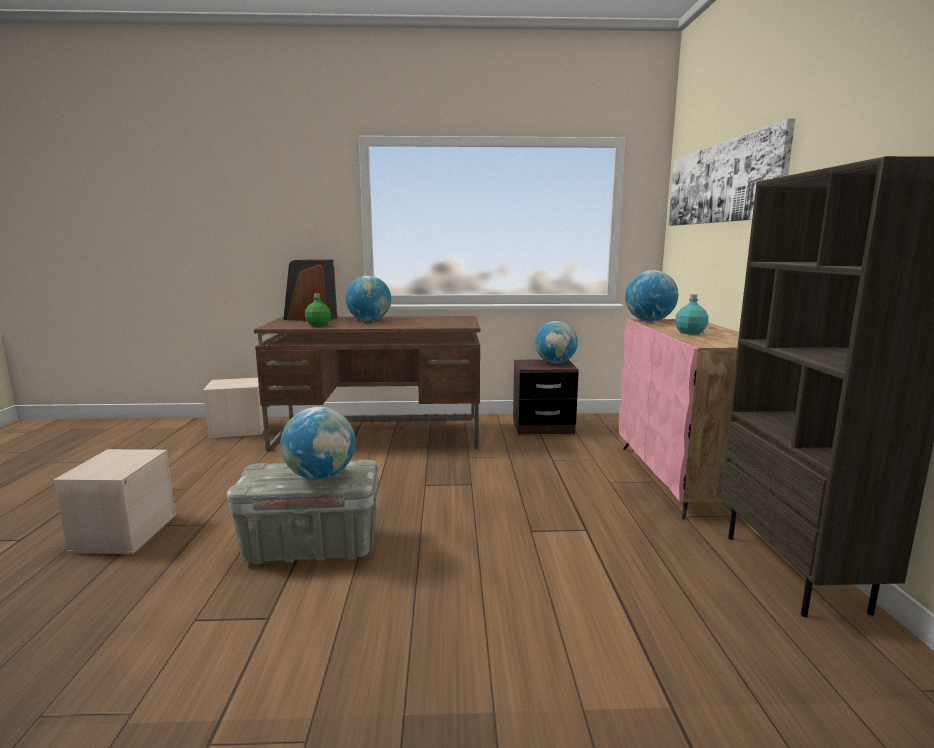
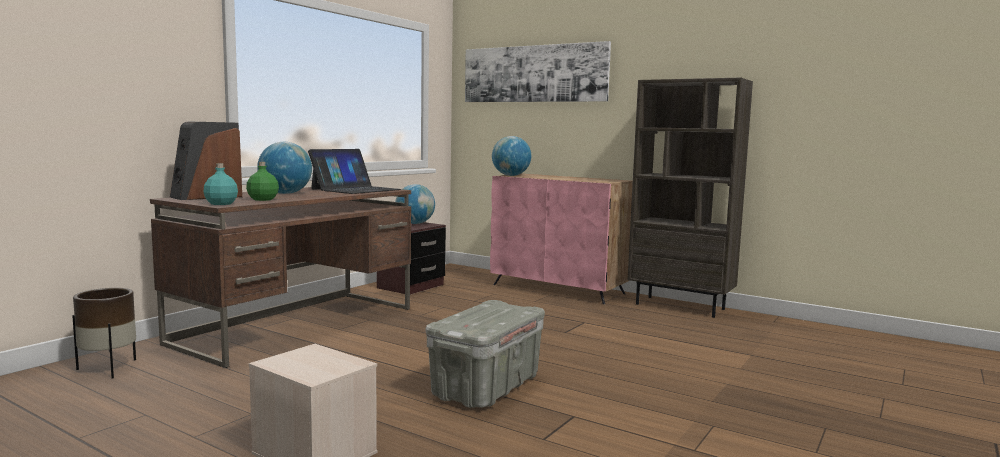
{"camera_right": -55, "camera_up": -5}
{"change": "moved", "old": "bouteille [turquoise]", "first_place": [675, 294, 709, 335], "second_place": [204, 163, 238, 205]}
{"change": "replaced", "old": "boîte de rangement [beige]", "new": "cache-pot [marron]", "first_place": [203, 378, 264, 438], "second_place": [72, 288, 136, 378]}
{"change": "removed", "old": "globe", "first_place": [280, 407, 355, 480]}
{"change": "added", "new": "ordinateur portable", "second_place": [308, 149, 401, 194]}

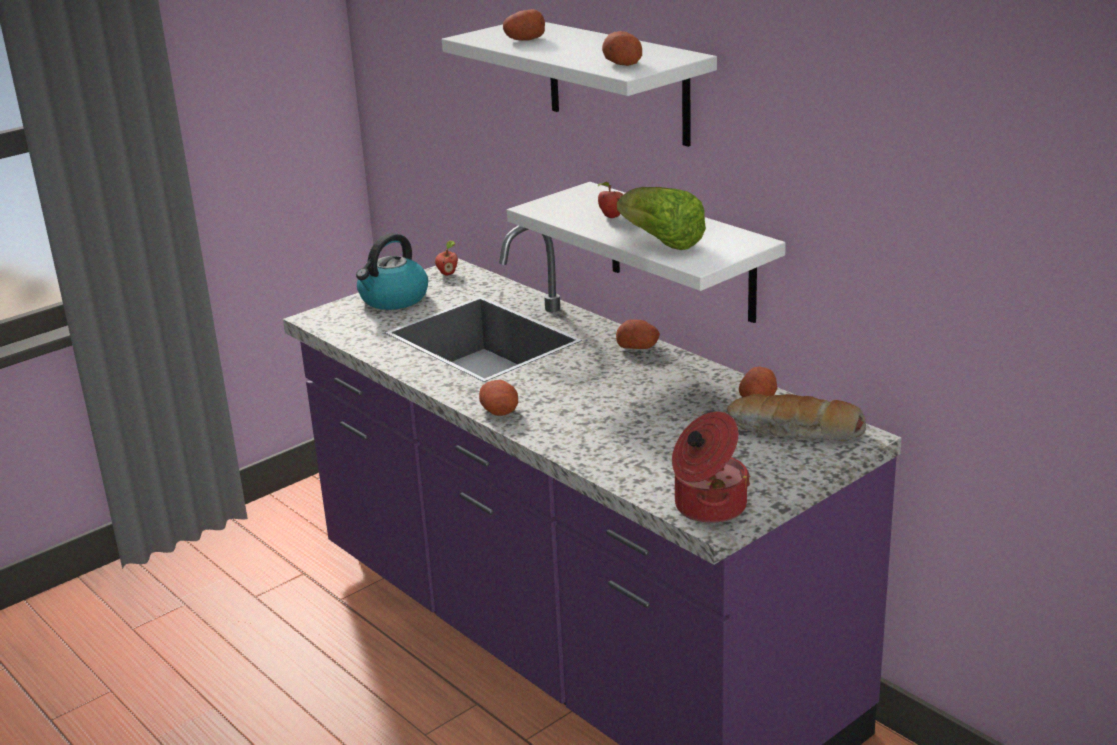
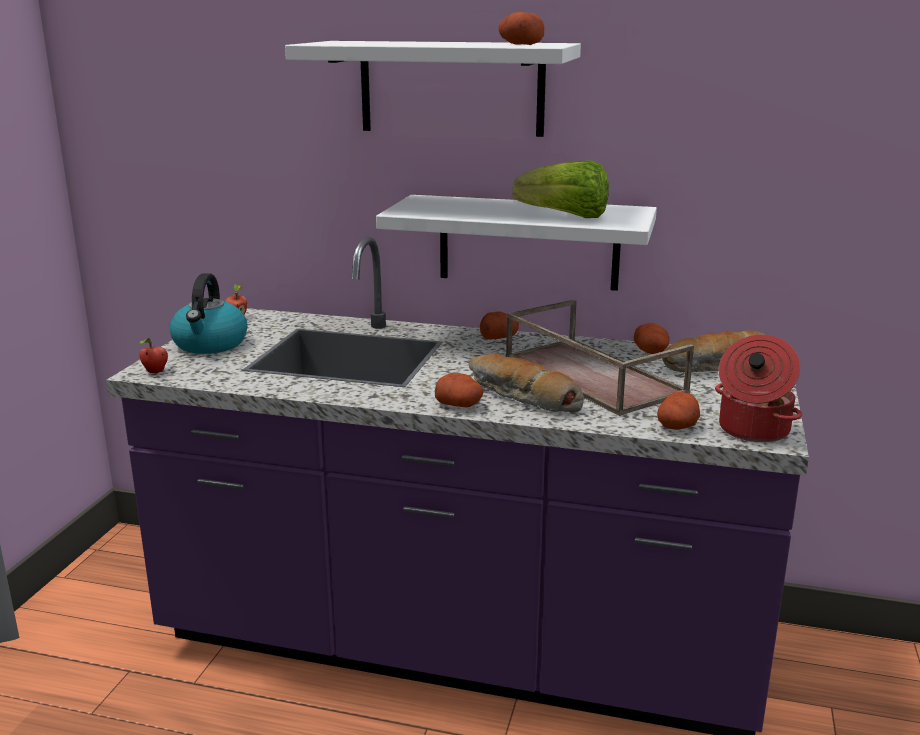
{"camera_right": -35, "camera_up": -5}
{"change": "moved", "old": "pomme de terre", "first_place": [503, 9, 545, 41], "second_place": [657, 391, 700, 430]}
{"change": "moved", "old": "pomme", "first_place": [598, 182, 623, 218], "second_place": [139, 338, 168, 374]}
{"change": "added", "new": "plateau [marron]", "second_place": [505, 300, 694, 416]}
{"change": "added", "new": "pain", "second_place": [469, 353, 584, 412]}

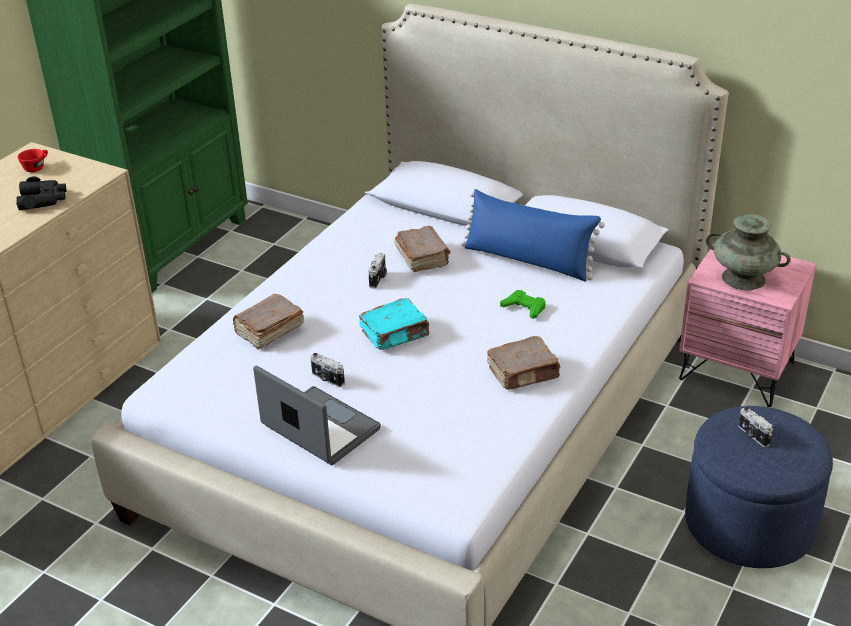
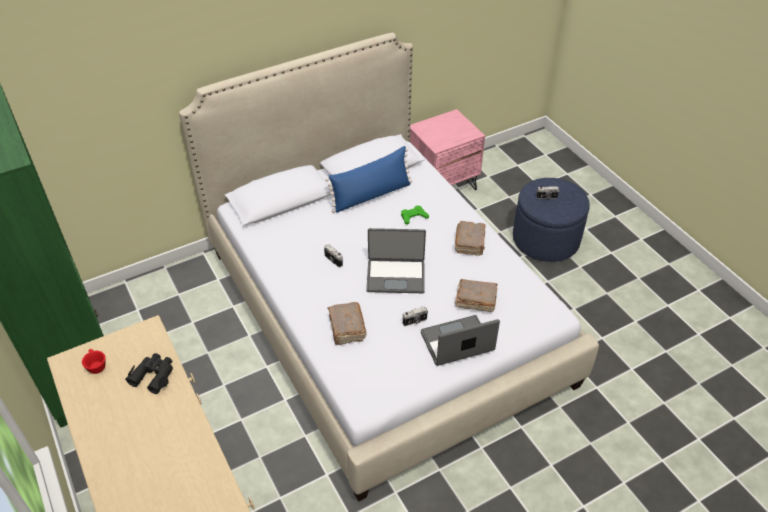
{"camera_right": -60, "camera_up": 10}
{"change": "removed", "old": "vase [turquoise]", "first_place": [706, 214, 791, 290]}
{"change": "moved", "old": "livre [marron]", "first_place": [394, 226, 451, 272], "second_place": [455, 279, 498, 312]}
{"change": "replaced", "old": "livre [turquoise]", "new": "ordinateur portable", "first_place": [359, 298, 430, 350], "second_place": [366, 228, 426, 293]}

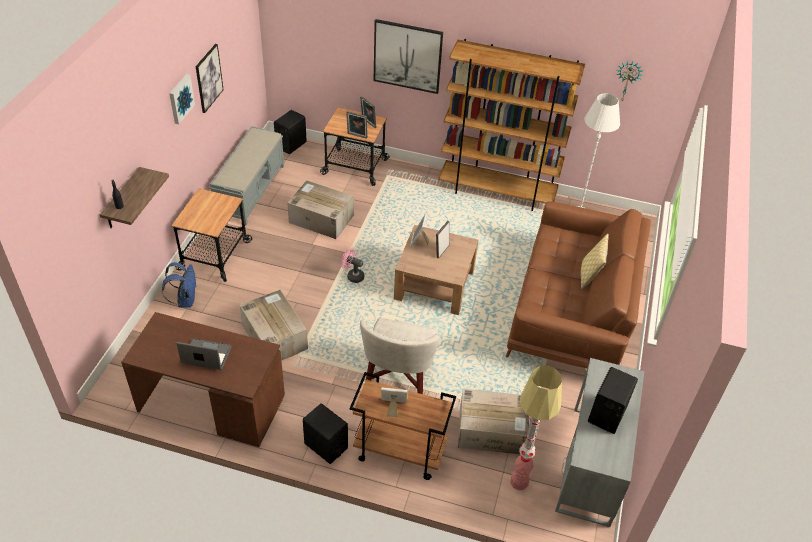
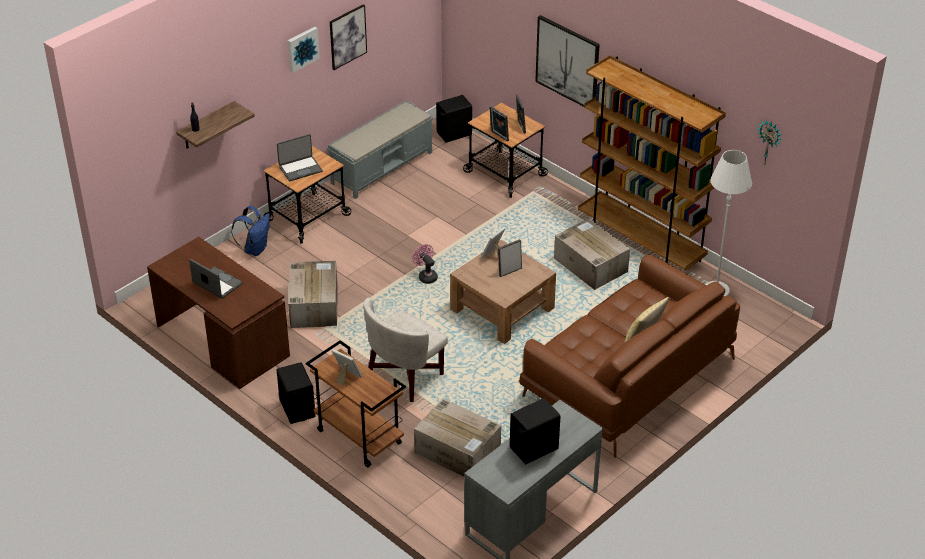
{"camera_right": 30, "camera_up": -5}
{"change": "moved", "old": "carton", "first_place": [287, 180, 354, 239], "second_place": [554, 218, 630, 290]}
{"change": "removed", "old": "lampadaire", "first_place": [510, 365, 562, 490]}
{"change": "added", "new": "ordinateur portable", "second_place": [277, 134, 323, 181]}

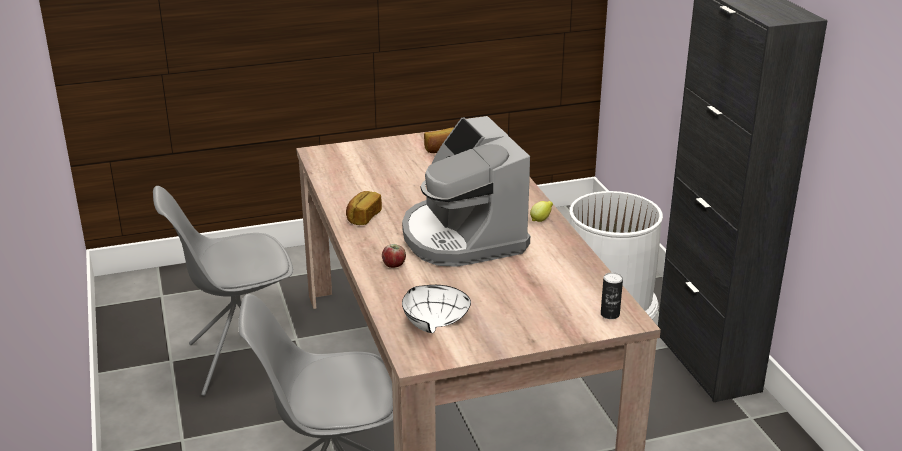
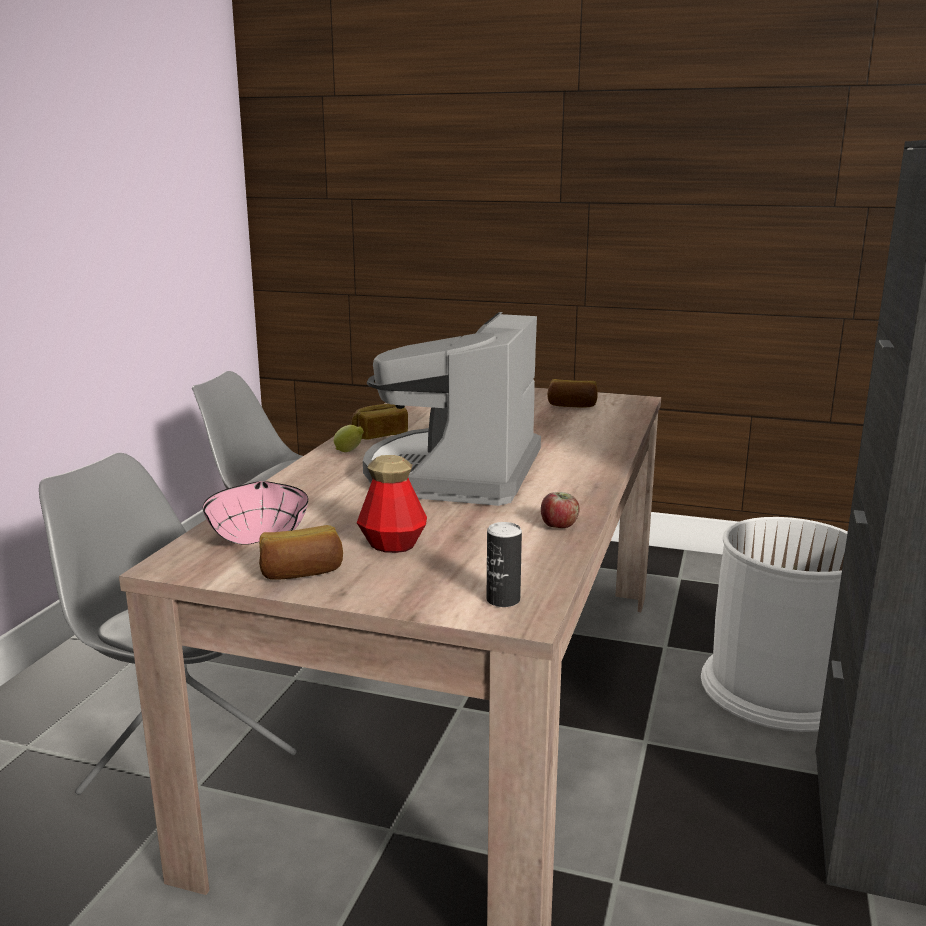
{"camera_right": 35, "camera_up": -10}
{"change": "moved", "old": "citron", "first_place": [530, 201, 553, 222], "second_place": [334, 425, 364, 452]}
{"change": "moved", "old": "pomme", "first_place": [382, 244, 406, 268], "second_place": [541, 492, 580, 528]}
{"change": "recoloured", "old": "bol [blanc]", "new": "bol [rose]", "first_place": [402, 285, 471, 333], "second_place": [203, 481, 308, 545]}
{"change": "added", "new": "bouteille", "second_place": [357, 455, 427, 553]}
{"change": "added", "new": "pain", "second_place": [259, 525, 343, 579]}

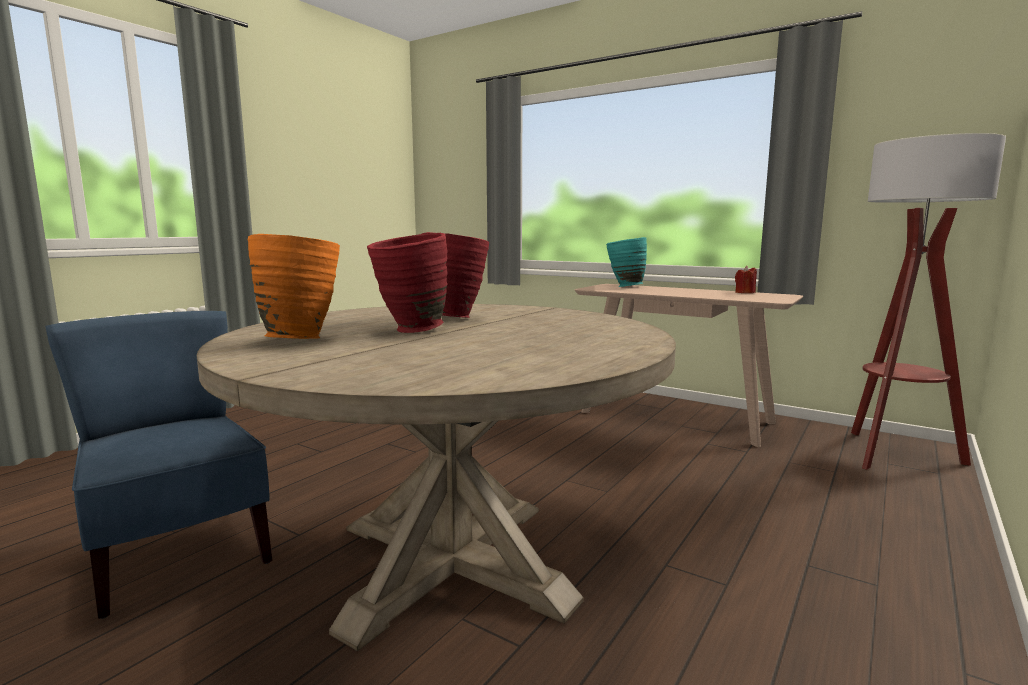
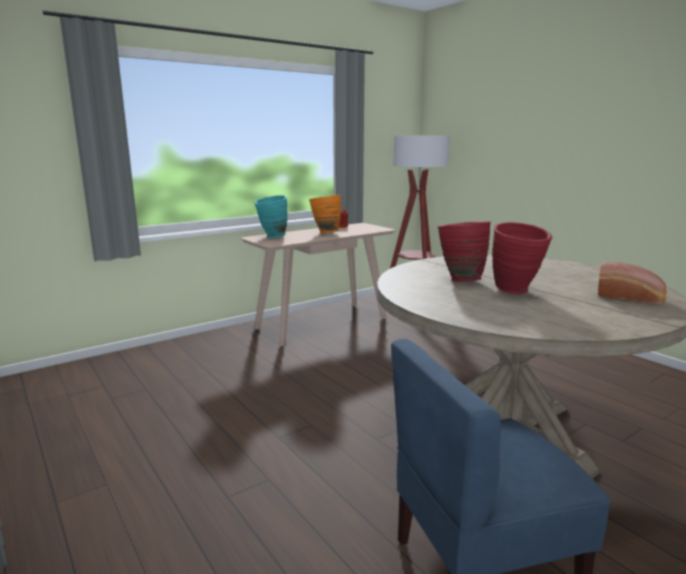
{"camera_right": -70, "camera_up": 5}
{"change": "moved", "old": "vase [orange]", "first_place": [248, 234, 340, 339], "second_place": [309, 195, 341, 233]}
{"change": "added", "new": "pain", "second_place": [598, 262, 667, 304]}

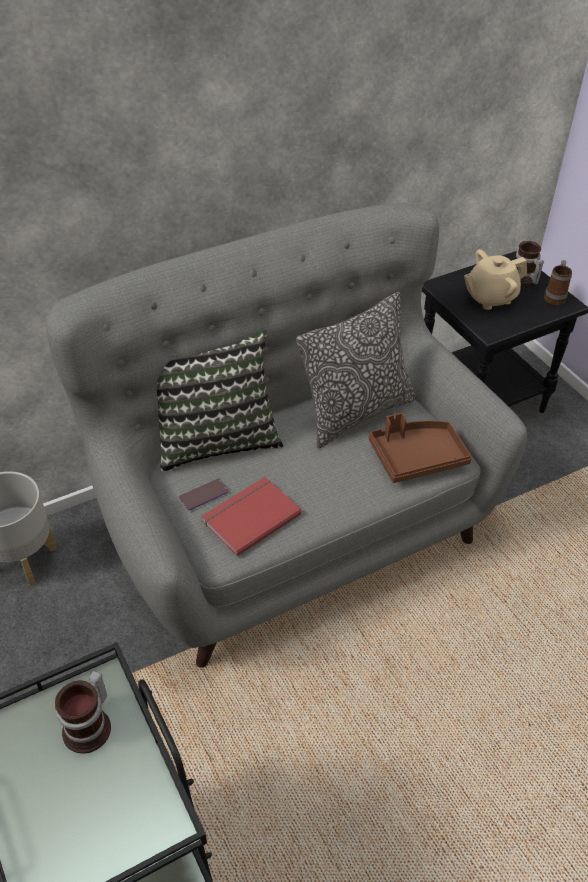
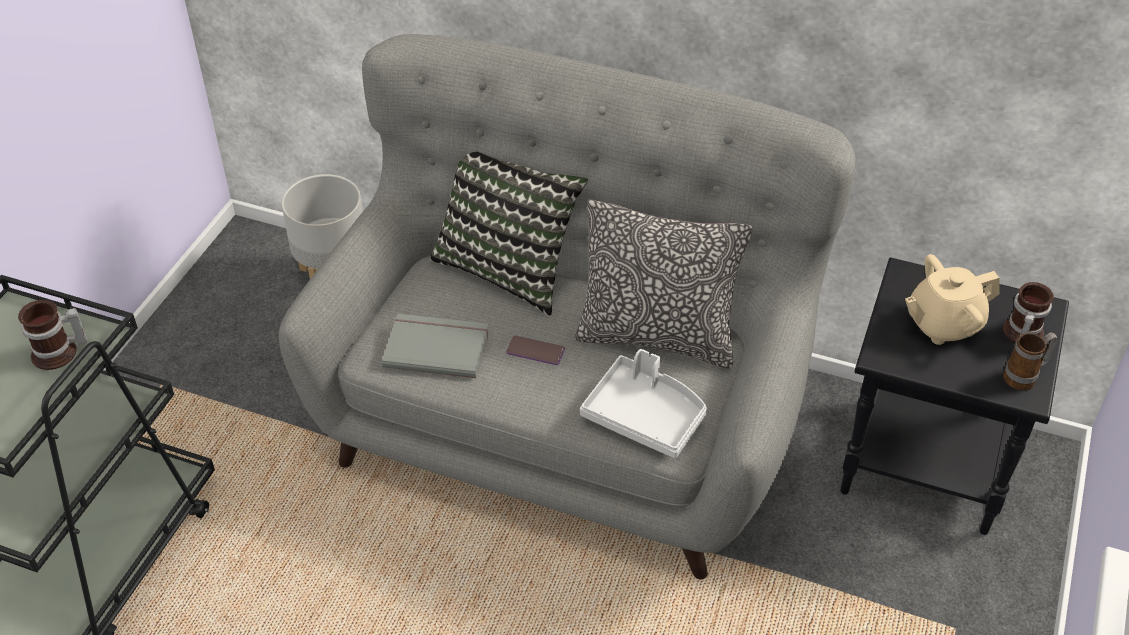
{"camera_right": 50, "camera_up": 0}
{"change": "turned", "old": "théière [beige]", "first_place": [464, 249, 527, 310], "second_place": [905, 254, 1000, 345], "degrees": -45}
{"change": "recoloured", "old": "plateau [marron]", "new": "plateau [gris]", "first_place": [369, 413, 472, 483], "second_place": [580, 349, 707, 458]}
{"change": "recoloured", "old": "livre [rouge]", "new": "livre [gris]", "first_place": [201, 477, 301, 556], "second_place": [382, 314, 489, 378]}
{"change": "moved", "old": "téléphone", "first_place": [179, 478, 229, 510], "second_place": [506, 336, 565, 365]}

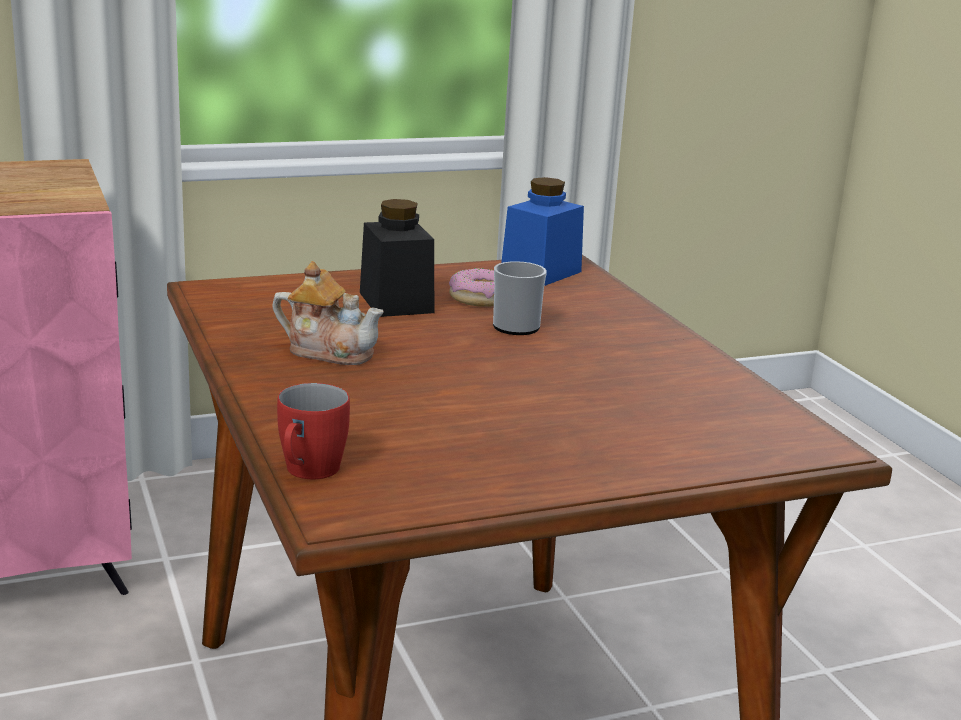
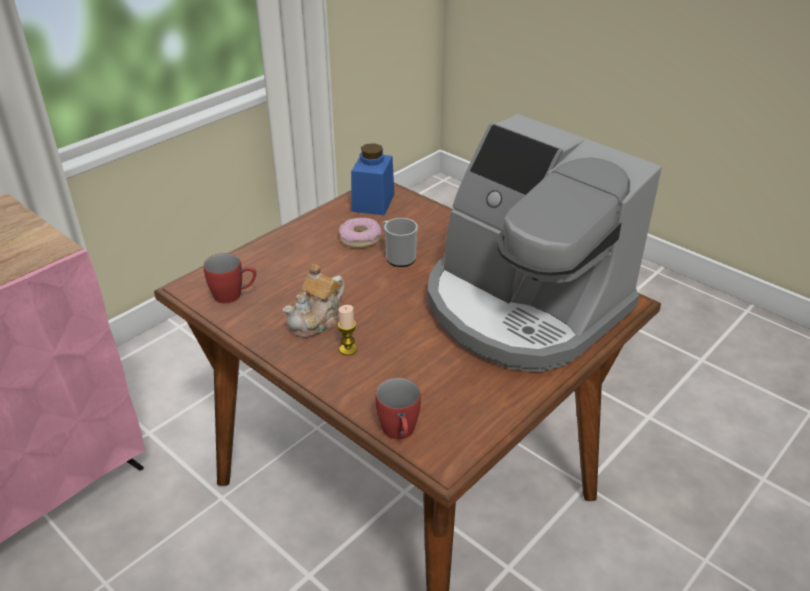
{"camera_right": -25, "camera_up": 15}
{"change": "removed", "old": "bocal [noir]", "first_place": [360, 199, 434, 317]}
{"change": "turned", "old": "théière", "first_place": [272, 261, 384, 365], "second_place": [283, 264, 344, 338], "degrees": 135}
{"change": "added", "new": "machine à café", "second_place": [427, 114, 662, 372]}
{"change": "added", "new": "mug [rouge]", "second_place": [203, 253, 256, 303]}
{"change": "added", "new": "bougie", "second_place": [338, 305, 357, 356]}

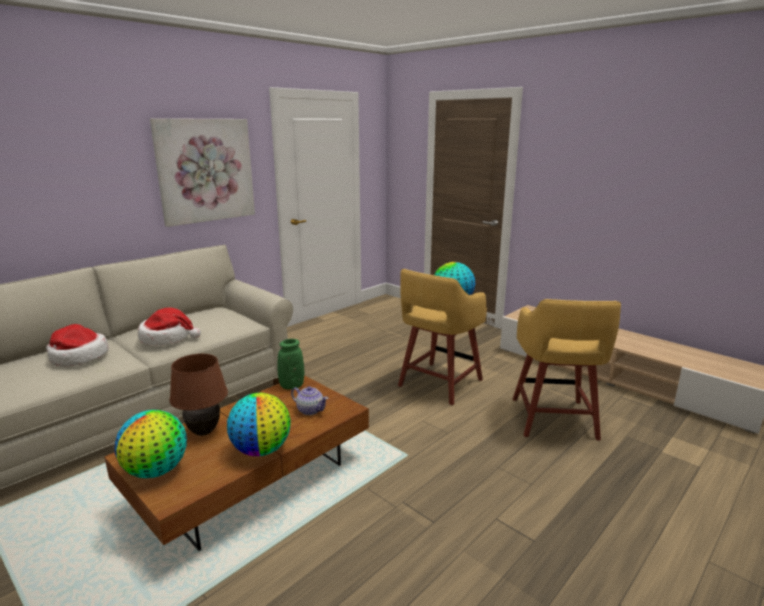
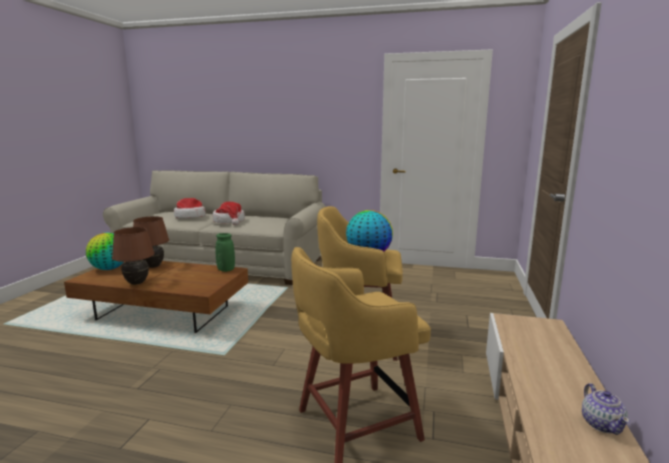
{"camera_right": 60, "camera_up": -5}
{"change": "removed", "old": "tableau", "first_place": [150, 118, 255, 227]}
{"change": "moved", "old": "théière", "first_place": [291, 386, 329, 415], "second_place": [582, 383, 630, 435]}
{"change": "replaced", "old": "globe", "new": "lampe de table [marron]", "first_place": [227, 393, 291, 456], "second_place": [112, 227, 155, 285]}

